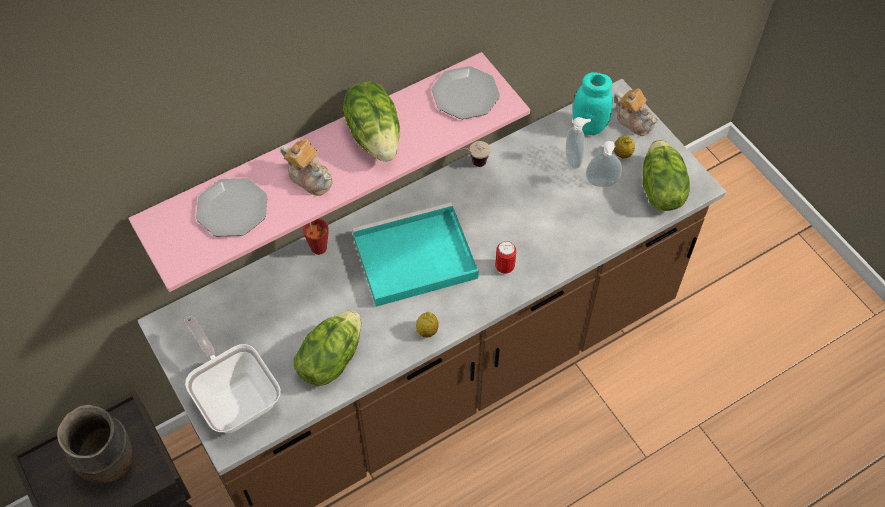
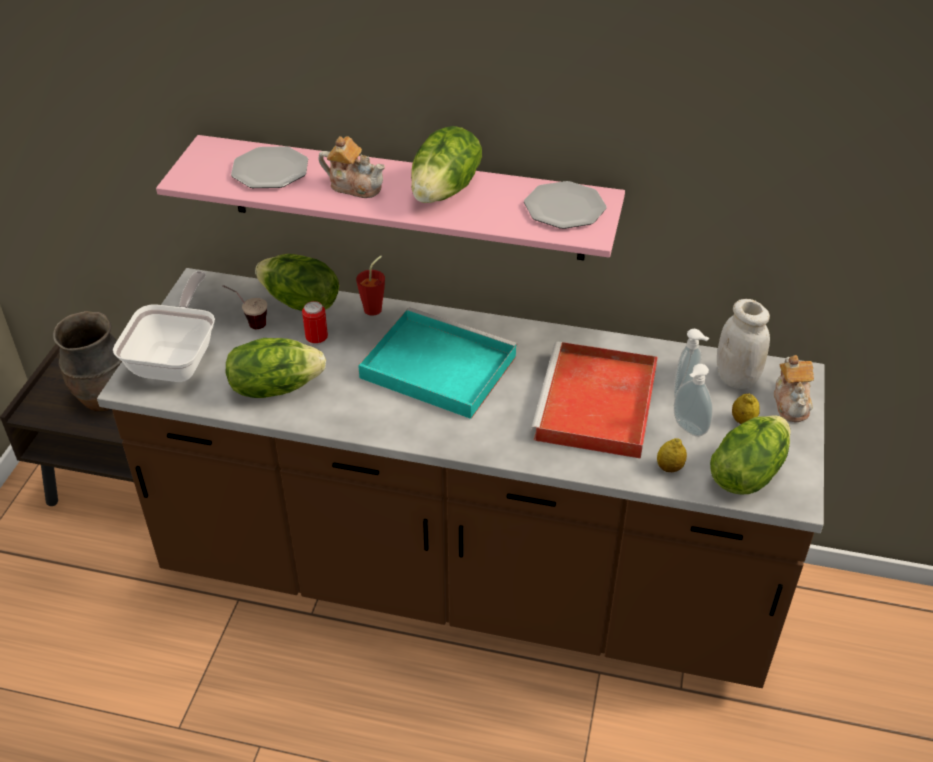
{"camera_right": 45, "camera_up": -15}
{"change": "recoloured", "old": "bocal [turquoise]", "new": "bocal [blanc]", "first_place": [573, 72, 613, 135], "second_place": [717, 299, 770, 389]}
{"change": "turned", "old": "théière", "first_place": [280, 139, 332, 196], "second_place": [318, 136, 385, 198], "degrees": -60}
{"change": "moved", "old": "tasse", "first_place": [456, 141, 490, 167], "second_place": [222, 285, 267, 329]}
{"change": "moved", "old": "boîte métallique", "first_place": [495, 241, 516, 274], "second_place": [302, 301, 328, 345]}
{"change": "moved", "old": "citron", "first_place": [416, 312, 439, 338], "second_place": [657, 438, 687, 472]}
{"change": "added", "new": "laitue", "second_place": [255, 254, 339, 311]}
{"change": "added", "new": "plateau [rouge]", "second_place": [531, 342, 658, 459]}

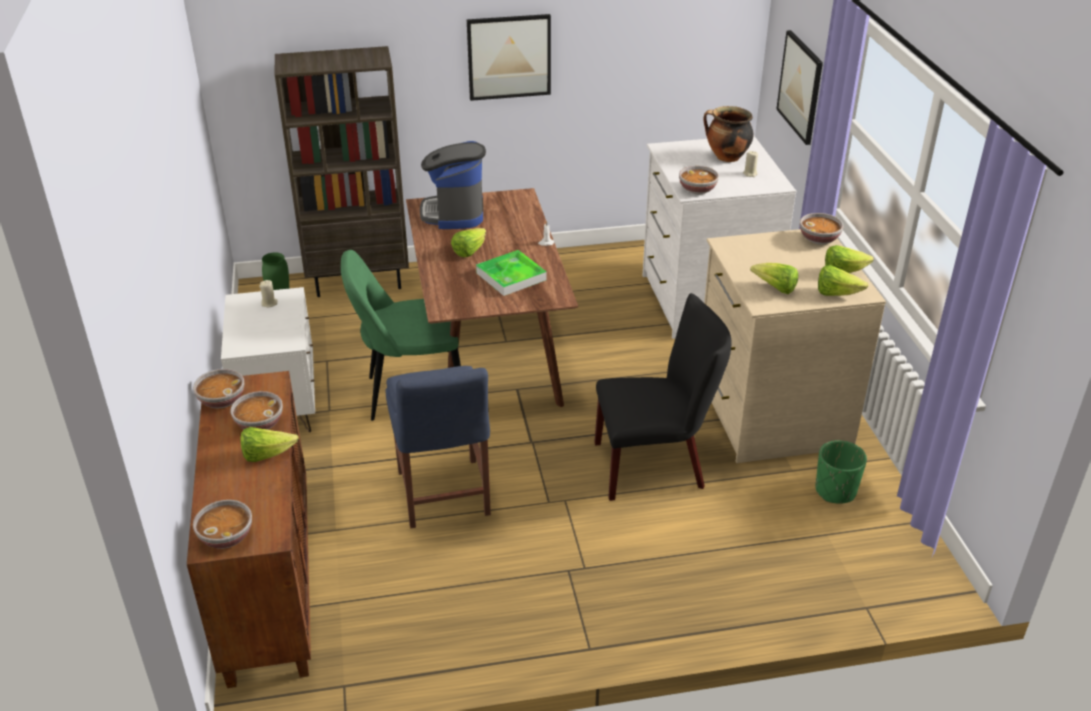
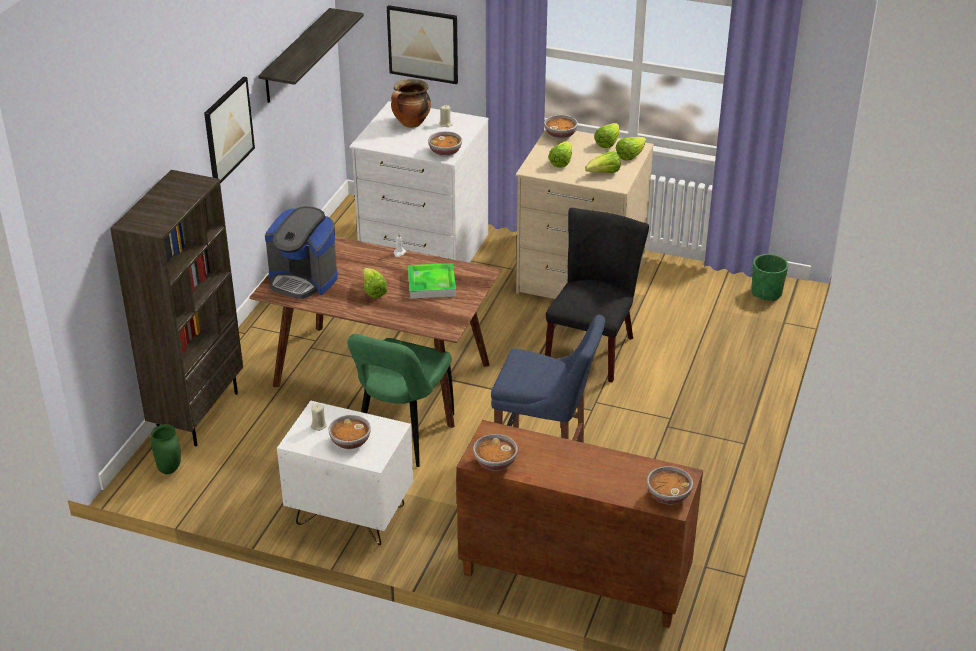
{"camera_right": -60, "camera_up": 0}
{"change": "moved", "old": "bol", "first_place": [230, 391, 283, 430], "second_place": [328, 415, 371, 449]}
{"change": "moved", "old": "laitue", "first_place": [240, 427, 299, 462], "second_place": [548, 141, 572, 167]}
{"change": "moved", "old": "cache-pot [vert]", "first_place": [816, 440, 867, 504], "second_place": [751, 254, 788, 301]}
{"change": "added", "new": "étagère", "second_place": [258, 8, 364, 103]}

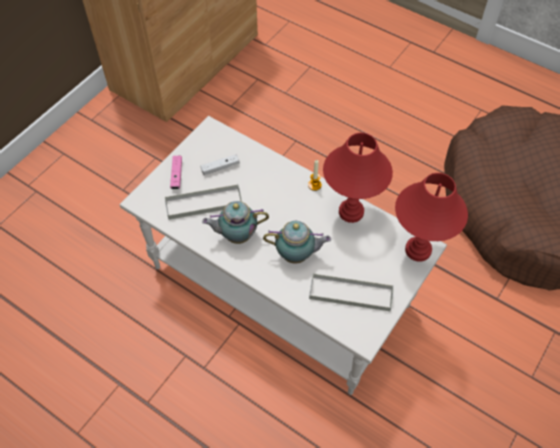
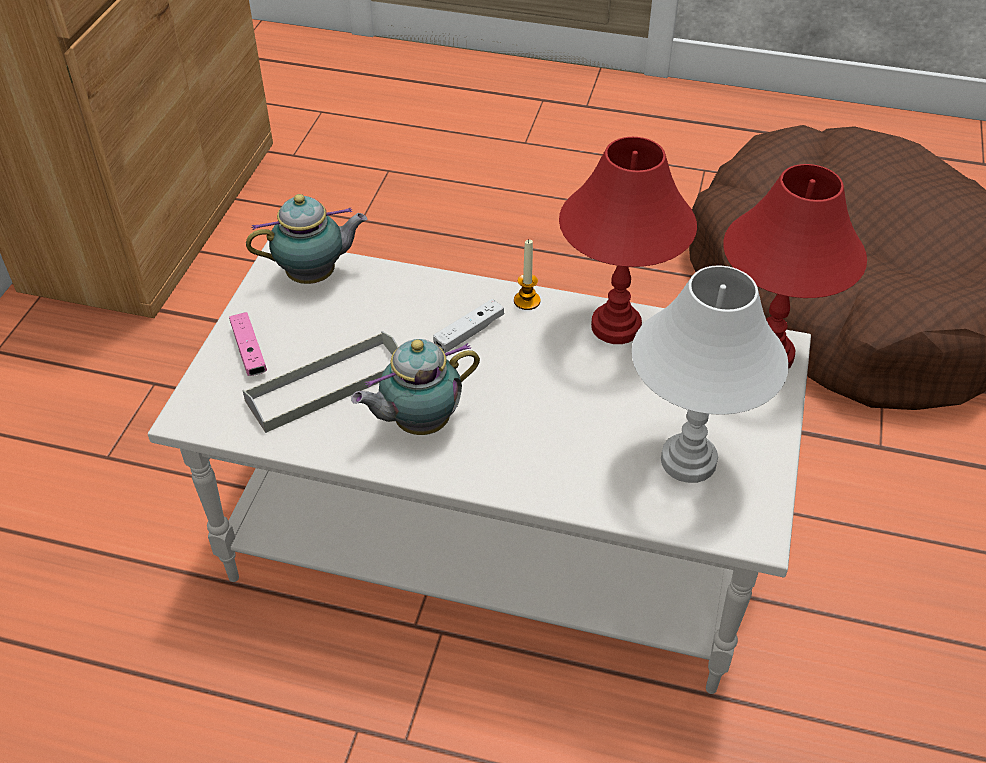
{"camera_right": -20, "camera_up": -10}
{"change": "moved", "old": "manette [blanc]", "first_place": [200, 154, 239, 175], "second_place": [433, 299, 504, 353]}
{"change": "moved", "old": "théière", "first_place": [263, 221, 331, 264], "second_place": [246, 194, 367, 284]}
{"change": "replaced", "old": "plateau [gris]", "new": "lampe de table [blanc]", "first_place": [309, 273, 393, 311], "second_place": [632, 266, 789, 483]}

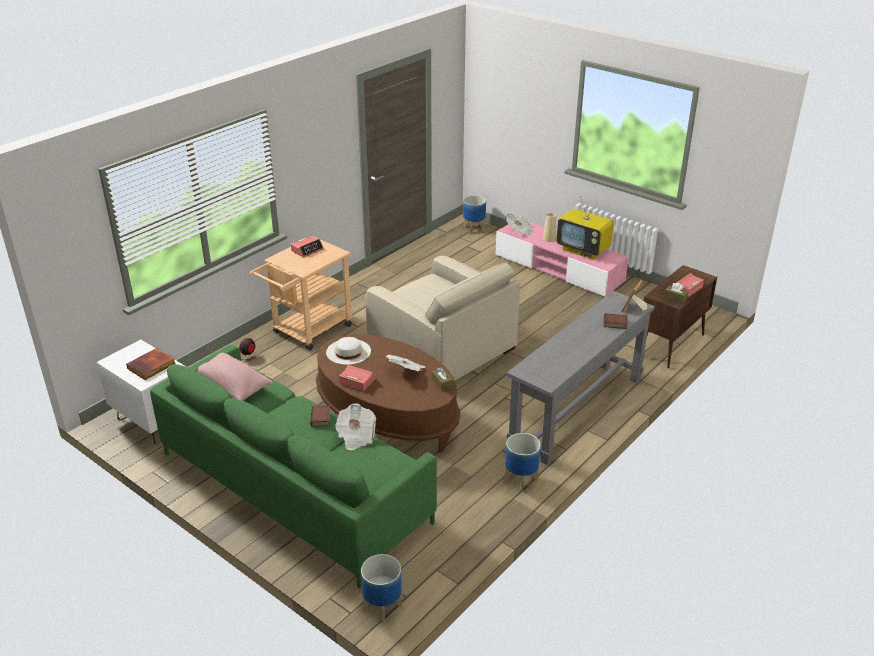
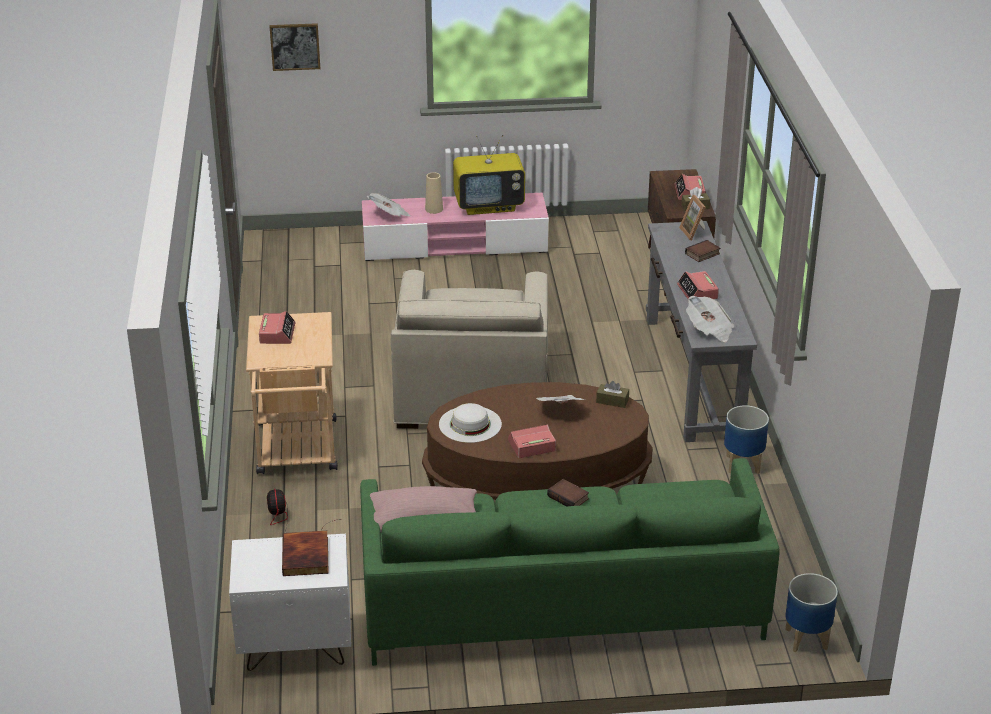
{"camera_right": -45, "camera_up": 0}
{"change": "removed", "old": "cache-pot", "first_place": [463, 195, 486, 234]}
{"change": "turned", "old": "fauteuil [beige]", "first_place": [366, 256, 520, 380], "second_place": [391, 270, 548, 429], "degrees": 90}
{"change": "moved", "old": "journal", "first_place": [335, 403, 376, 450], "second_place": [686, 296, 735, 342]}
{"change": "added", "new": "tableau", "second_place": [270, 23, 320, 71]}
{"change": "added", "new": "réveil", "second_place": [677, 271, 719, 299]}

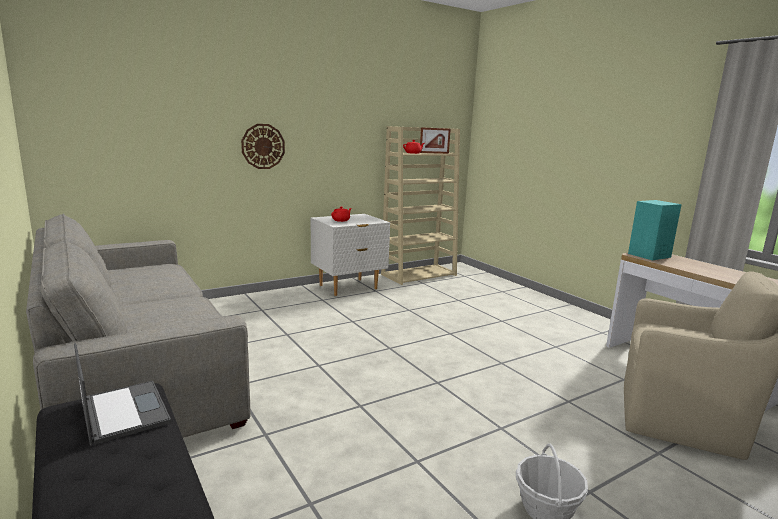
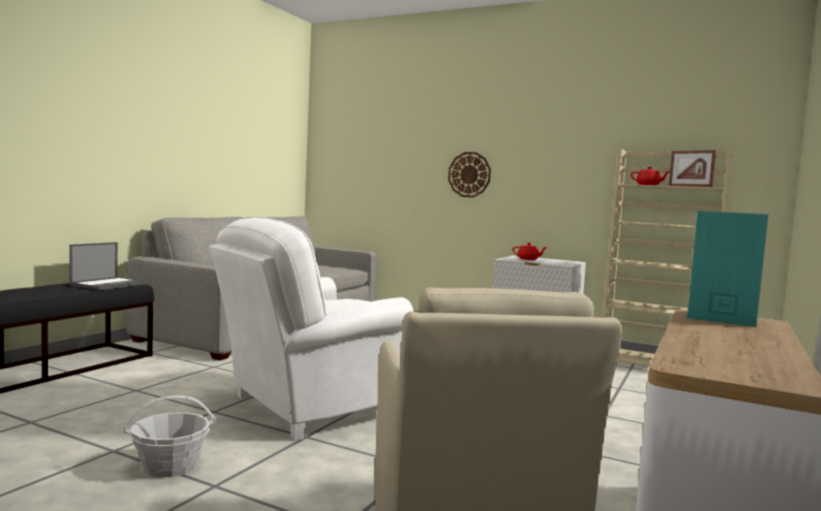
{"camera_right": 60, "camera_up": -10}
{"change": "added", "new": "fauteuil [blanc]", "second_place": [209, 217, 414, 441]}

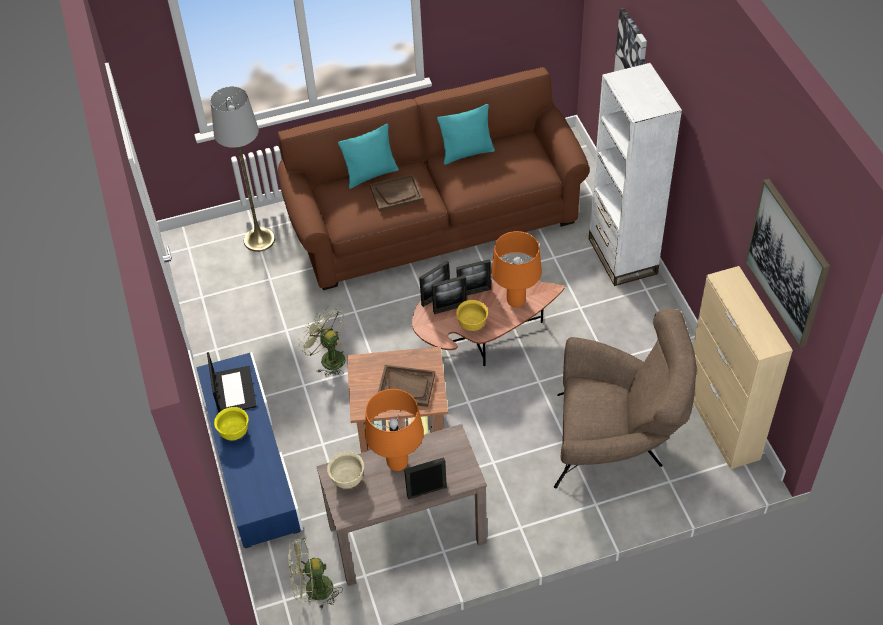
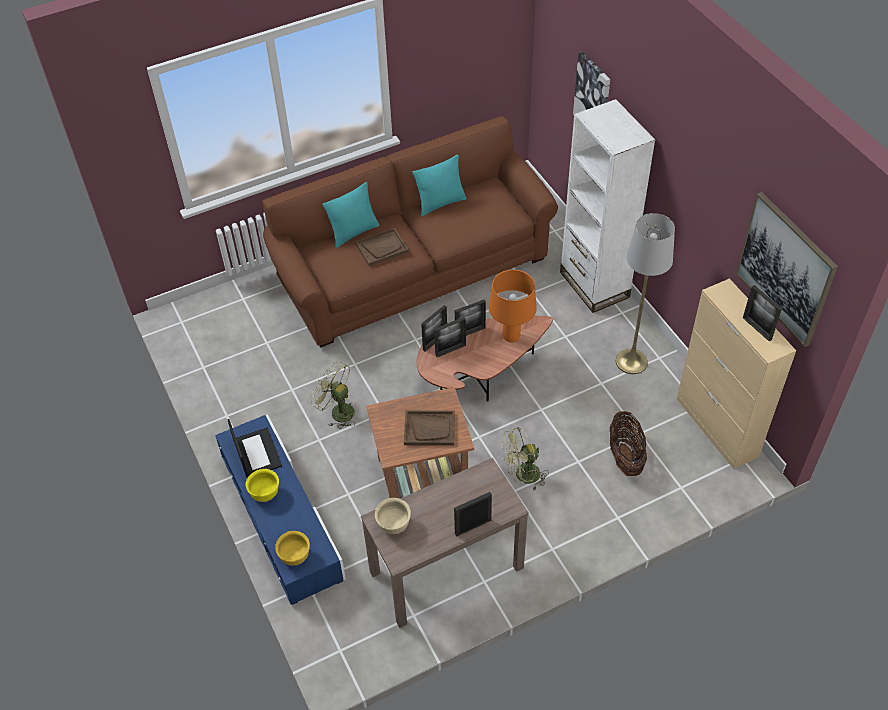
{"camera_right": -10, "camera_up": 0}
{"change": "moved", "old": "lampadaire [gris]", "first_place": [210, 86, 275, 252], "second_place": [616, 213, 675, 374]}
{"change": "moved", "old": "bol [jaune]", "first_place": [456, 300, 488, 331], "second_place": [275, 531, 310, 566]}
{"change": "replaced", "old": "fauteuil [marron]", "new": "panier", "first_place": [554, 309, 697, 488], "second_place": [610, 411, 647, 476]}
{"change": "removed", "old": "lampe de table [orange]", "first_place": [365, 389, 424, 471]}
{"change": "moved", "old": "ventilateur [vert]", "first_place": [288, 538, 343, 609], "second_place": [501, 427, 549, 490]}
{"change": "added", "new": "cadre photo", "second_place": [743, 285, 782, 341]}

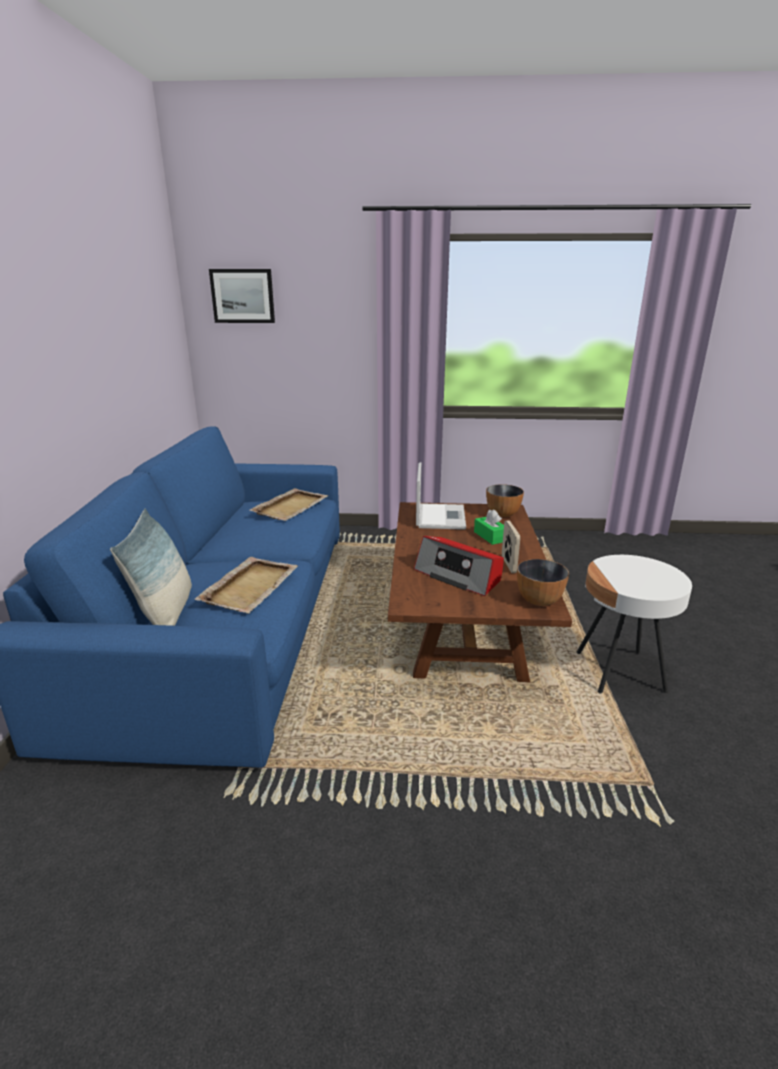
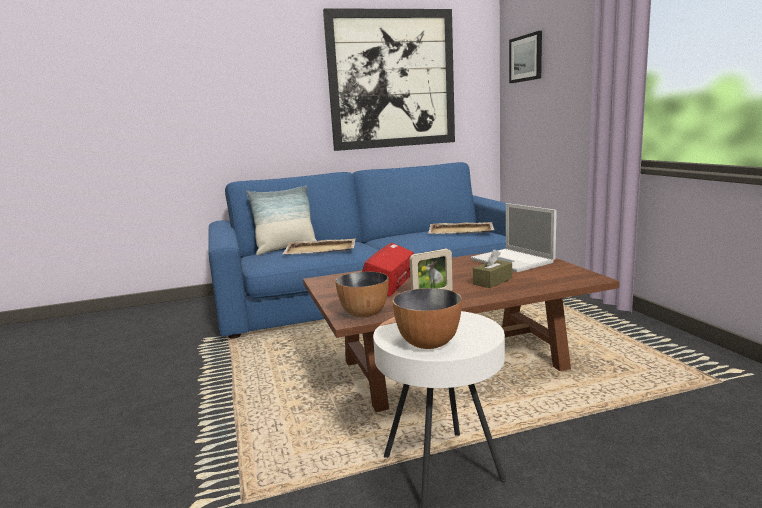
{"camera_right": 70, "camera_up": -10}
{"change": "turned", "old": "ordinateur portable", "first_place": [416, 462, 466, 530], "second_place": [471, 203, 557, 273], "degrees": 75}
{"change": "moved", "old": "bol", "first_place": [486, 484, 524, 517], "second_place": [393, 288, 462, 349]}
{"change": "recoloured", "old": "boîte à mouchoirs [vert]", "new": "boîte à mouchoirs [marron]", "first_place": [474, 509, 504, 545], "second_place": [473, 249, 512, 288]}
{"change": "added", "new": "tableau", "second_place": [323, 8, 455, 151]}

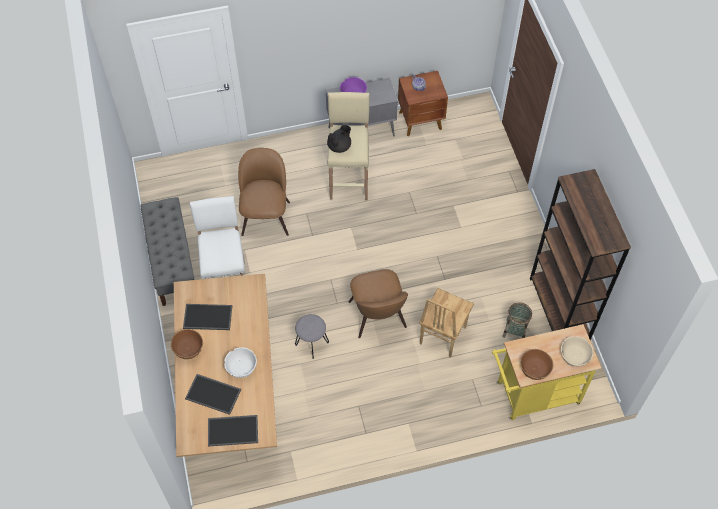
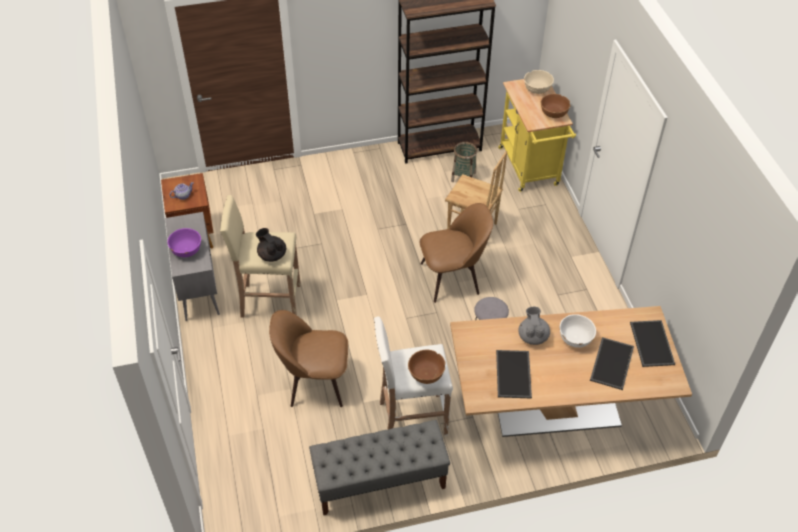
{"camera_right": -90, "camera_up": -10}
{"change": "moved", "old": "bol [marron]", "first_place": [171, 329, 203, 359], "second_place": [408, 350, 445, 384]}
{"change": "added", "new": "théière [gris]", "second_place": [519, 307, 550, 345]}

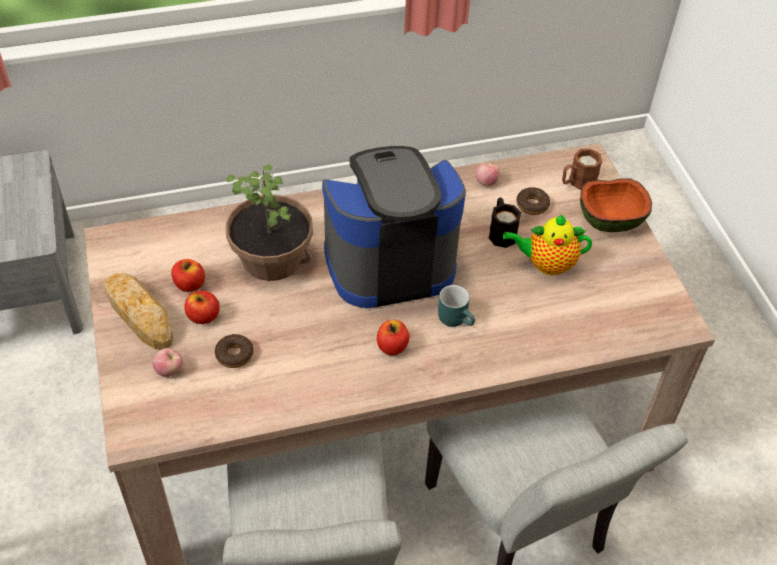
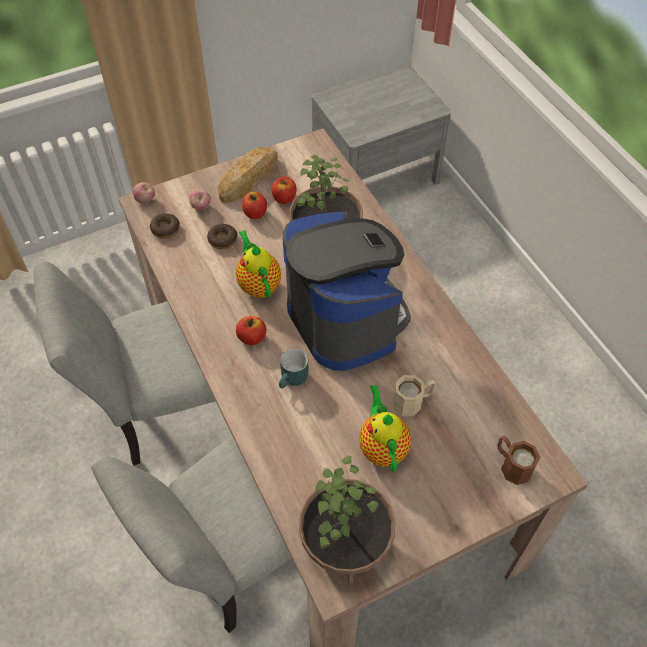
{"camera_right": 80, "camera_up": 5}
{"change": "moved", "old": "pomme", "first_place": [476, 163, 500, 186], "second_place": [133, 182, 155, 204]}
{"change": "removed", "old": "bol", "first_place": [580, 178, 652, 232]}
{"change": "moved", "old": "beignet", "first_place": [516, 187, 550, 215], "second_place": [150, 213, 180, 238]}
{"change": "recoloured", "old": "mug [noir]", "new": "mug [beige]", "first_place": [489, 198, 521, 248], "second_place": [393, 375, 436, 416]}
{"change": "added", "new": "théière", "second_place": [236, 230, 281, 298]}
{"change": "added", "new": "plante en pot", "second_place": [299, 455, 395, 584]}

